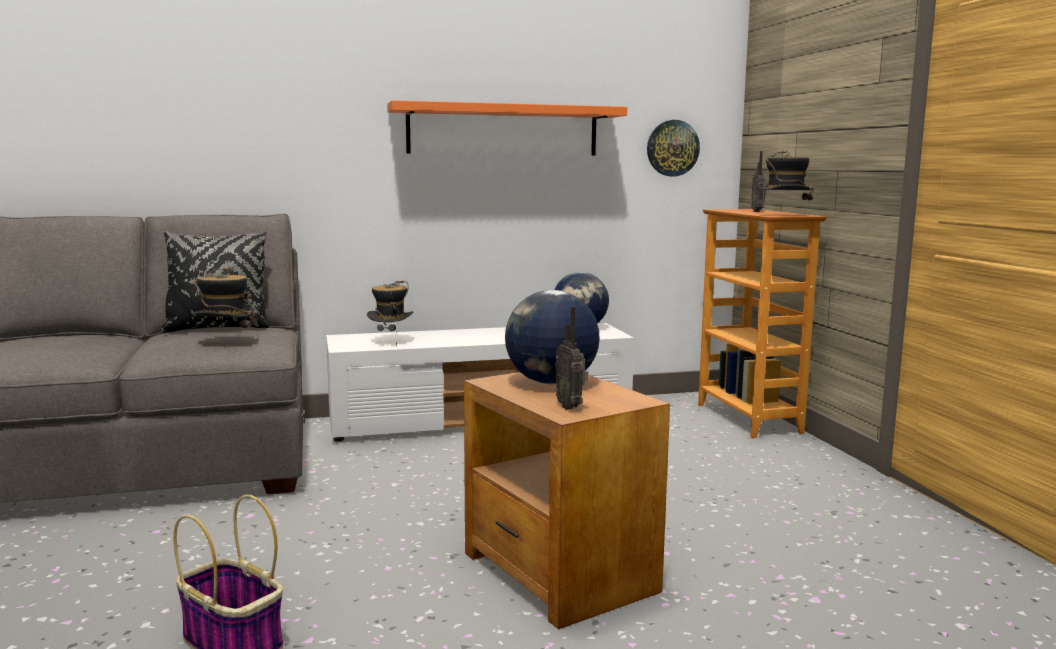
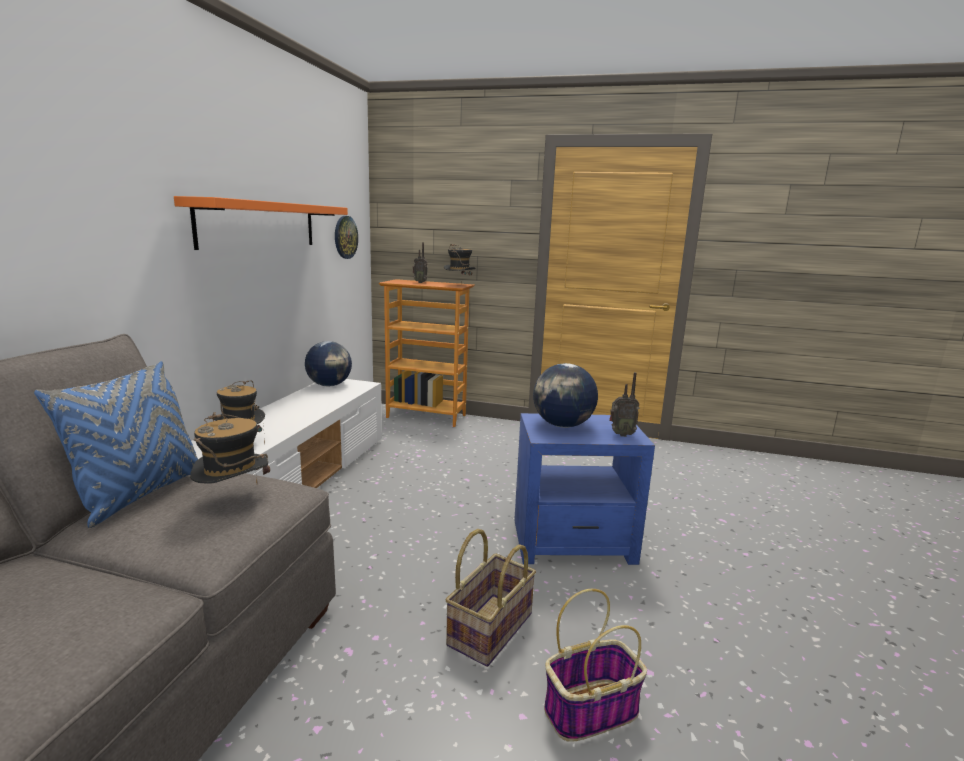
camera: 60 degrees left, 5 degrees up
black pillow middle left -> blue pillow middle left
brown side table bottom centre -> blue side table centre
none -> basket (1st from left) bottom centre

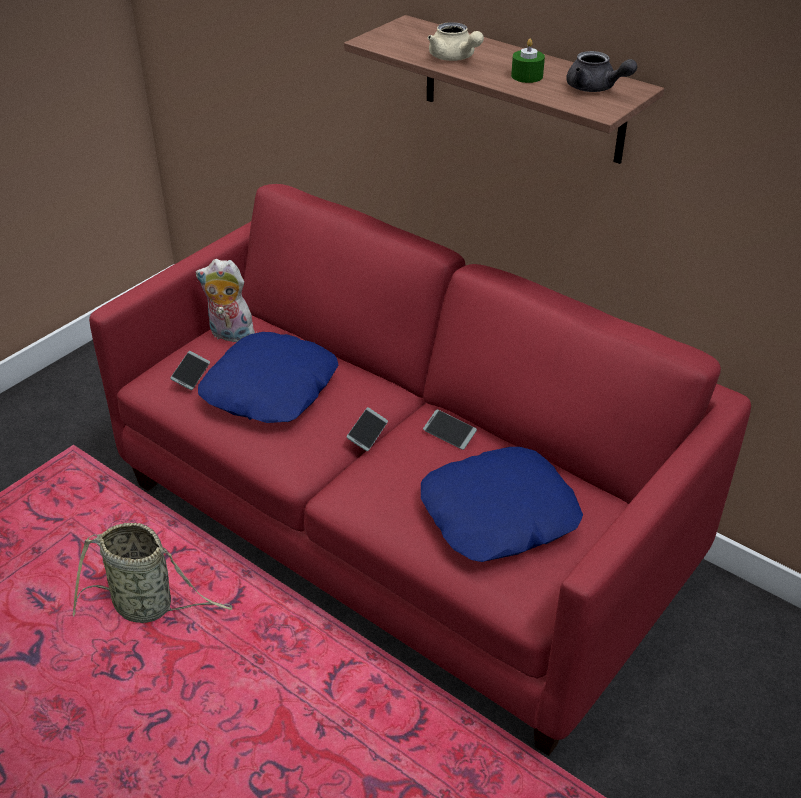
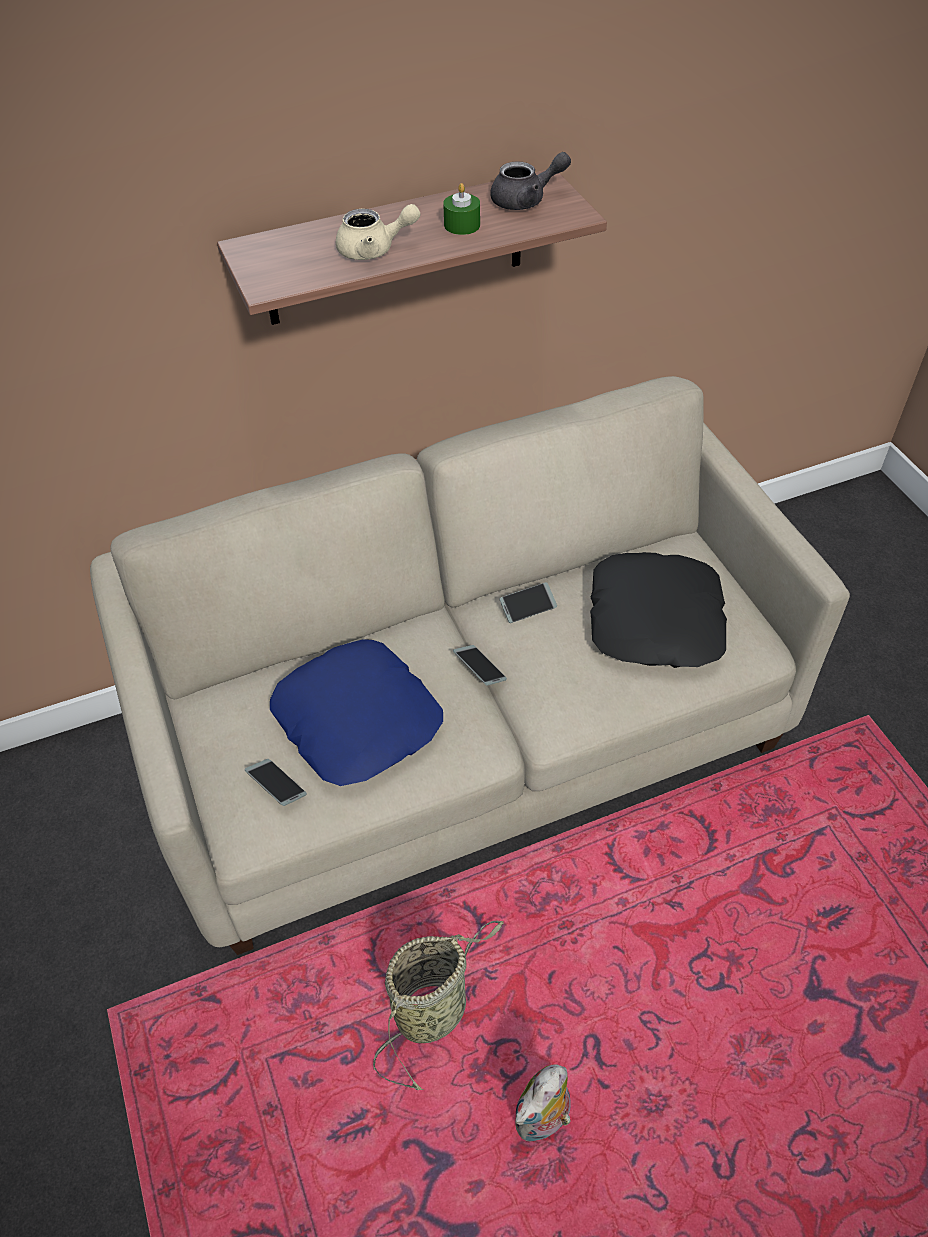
camera: 60 degrees left, 10 degrees up
red sofa centre -> beige sofa centre
plush toy middle left -> plush toy bottom centre, moved
blue pillow (2nd from left) centre -> black pillow middle right

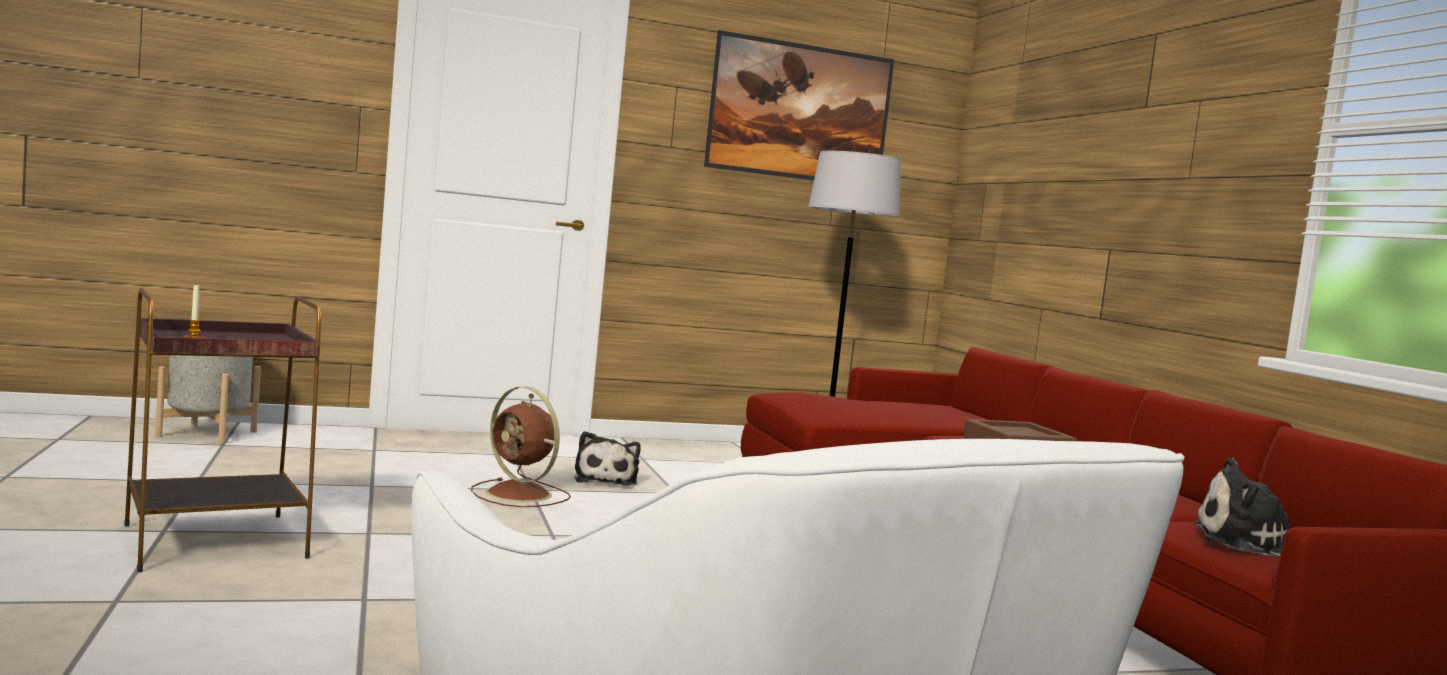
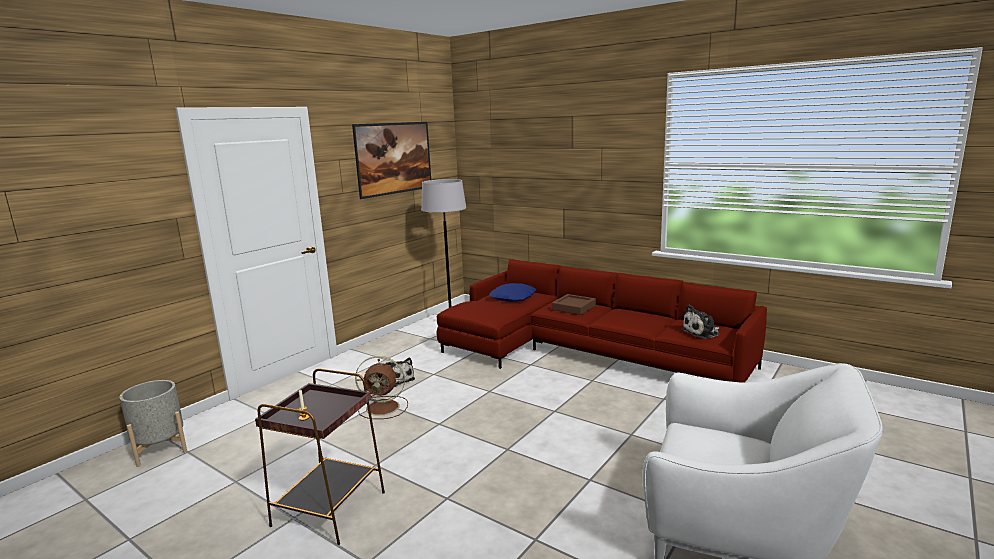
camera: 35 degrees left, 10 degrees up
none -> blue pillow centre

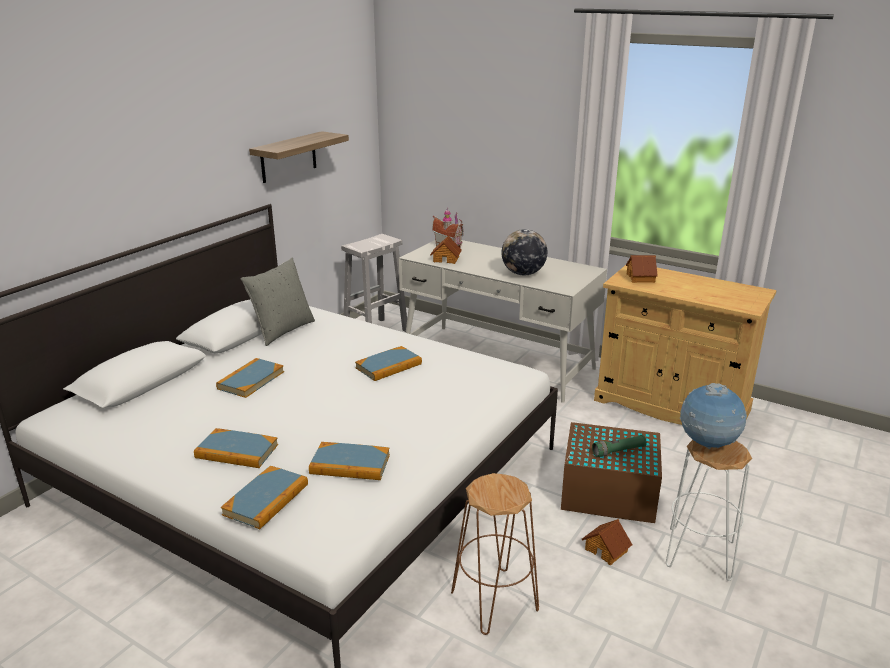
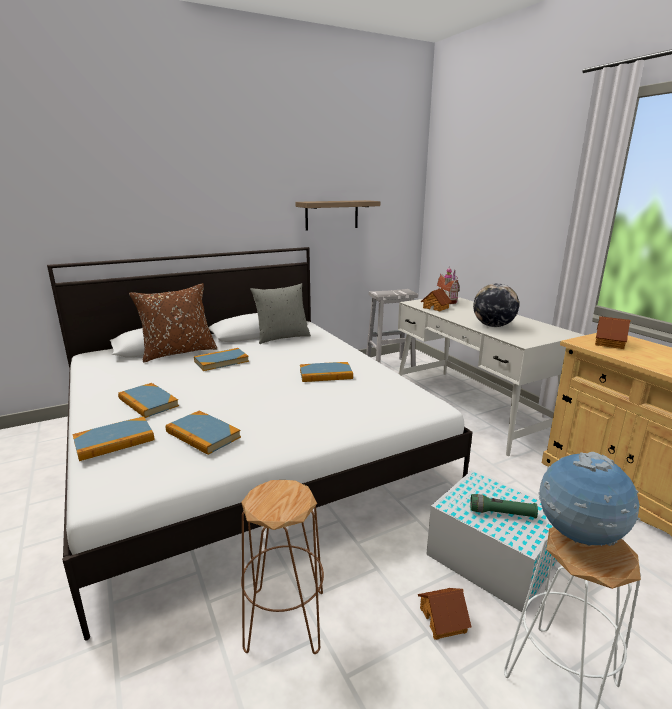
camera: 30 degrees right, 5 degrees down
brown storage box bottom right -> white storage box bottom right
none -> brown pillow middle left

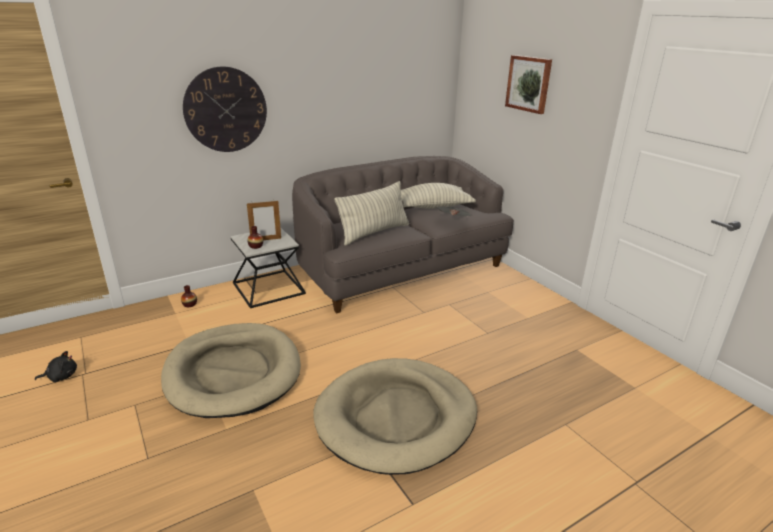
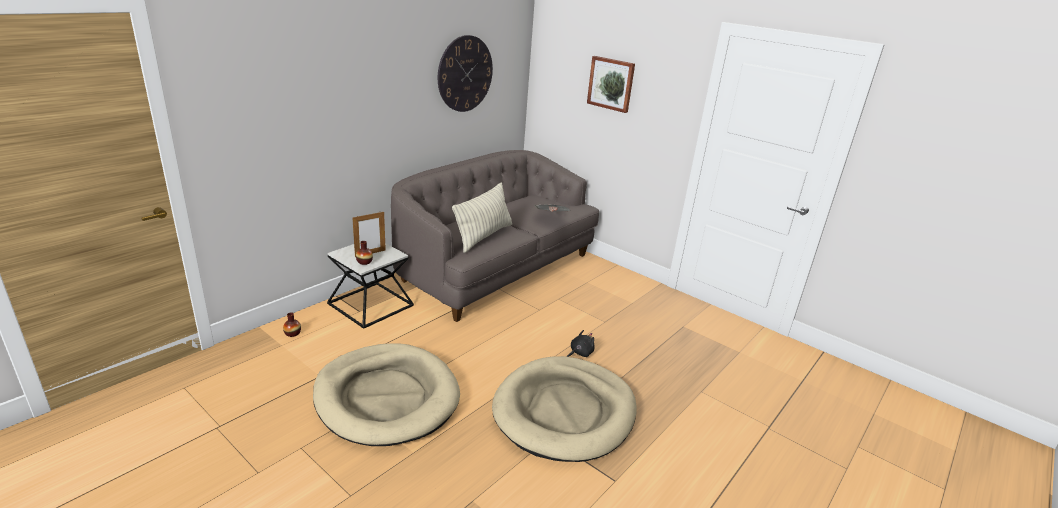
camera: 20 degrees left, 0 degrees up
wall clock top left -> wall clock top centre, moved
pillow (2nd from left) centre -> none
black plush toy bottom left -> black plush toy bottom centre, moved

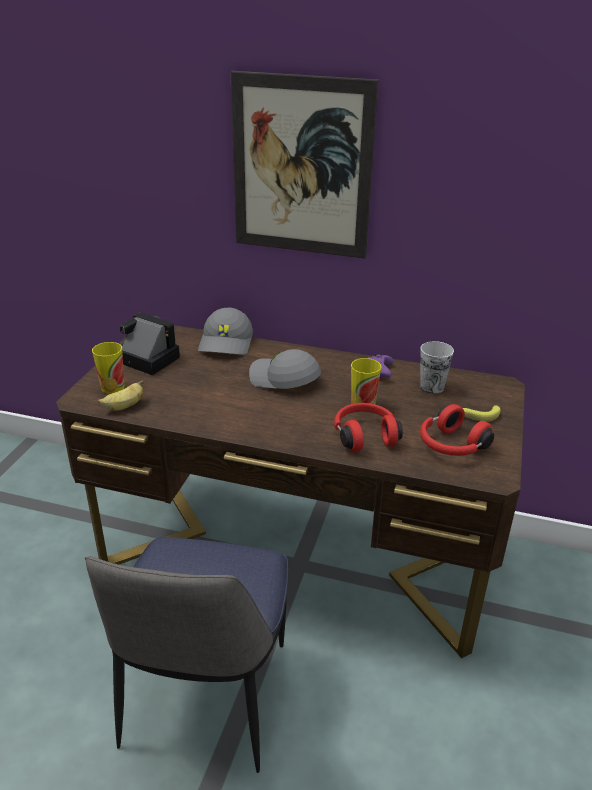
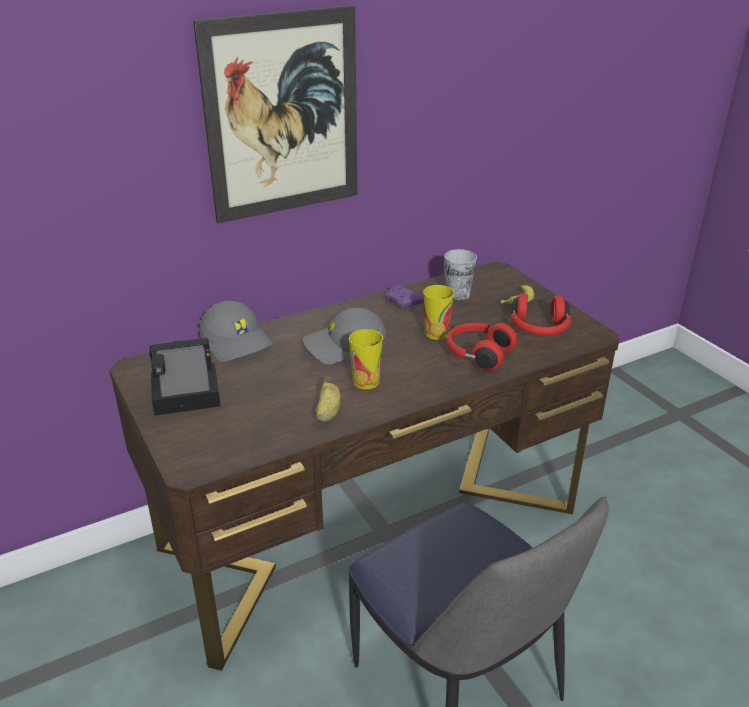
camera: 45 degrees left, 0 degrees up
cup (1st from left) middle left -> cup (1st from left) centre, moved
banana (1st from left) middle left -> banana (1st from left) centre, moved

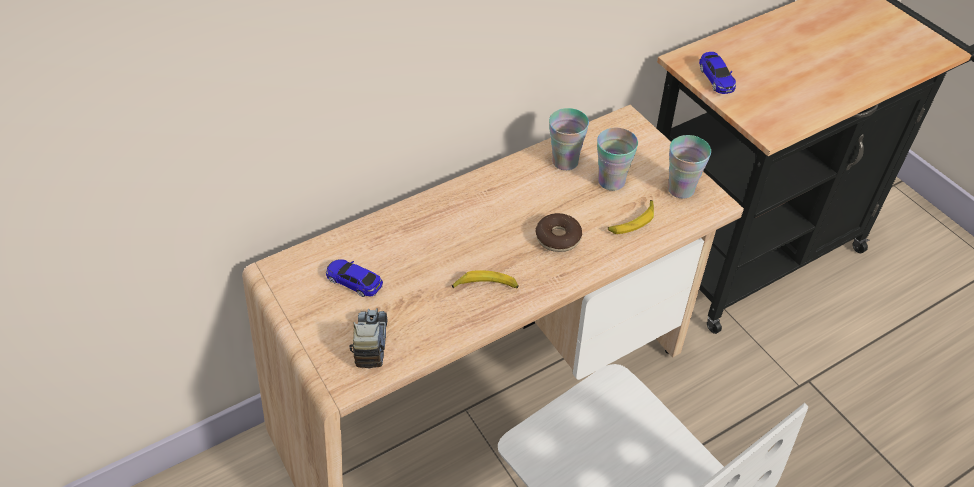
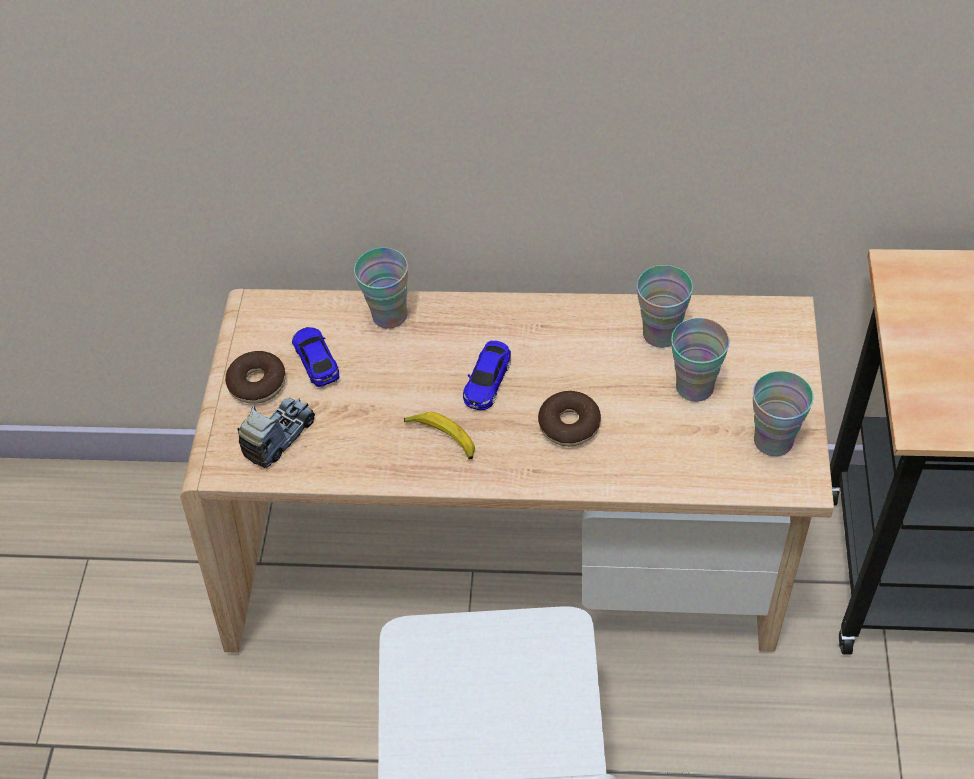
camera: 40 degrees right, 5 degrees up
toy car (2nd from left) top right -> toy car (2nd from left) centre, moved
banana (2nd from left) centre -> none
none -> cup (1st from left) centre
none -> donut (1st from left) middle left

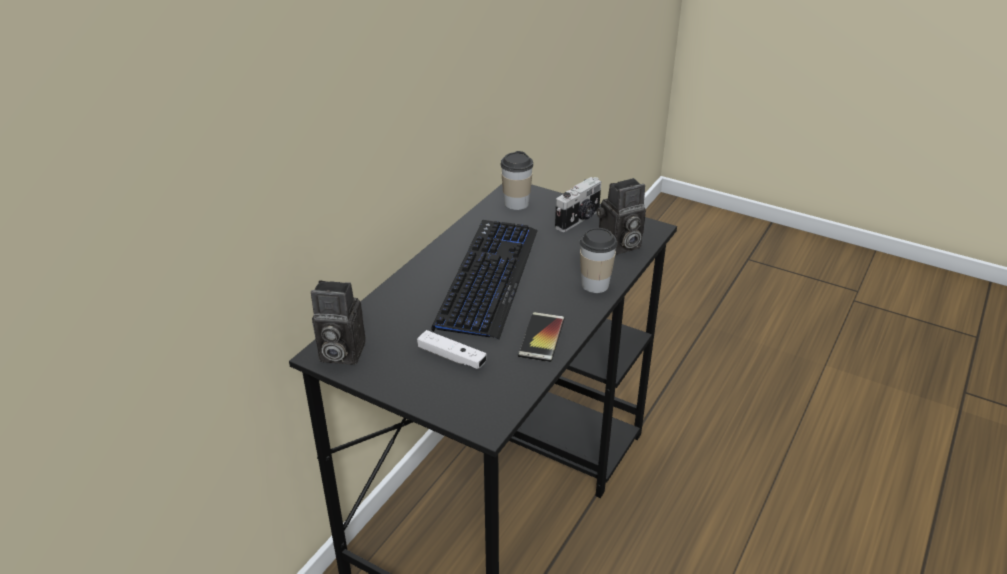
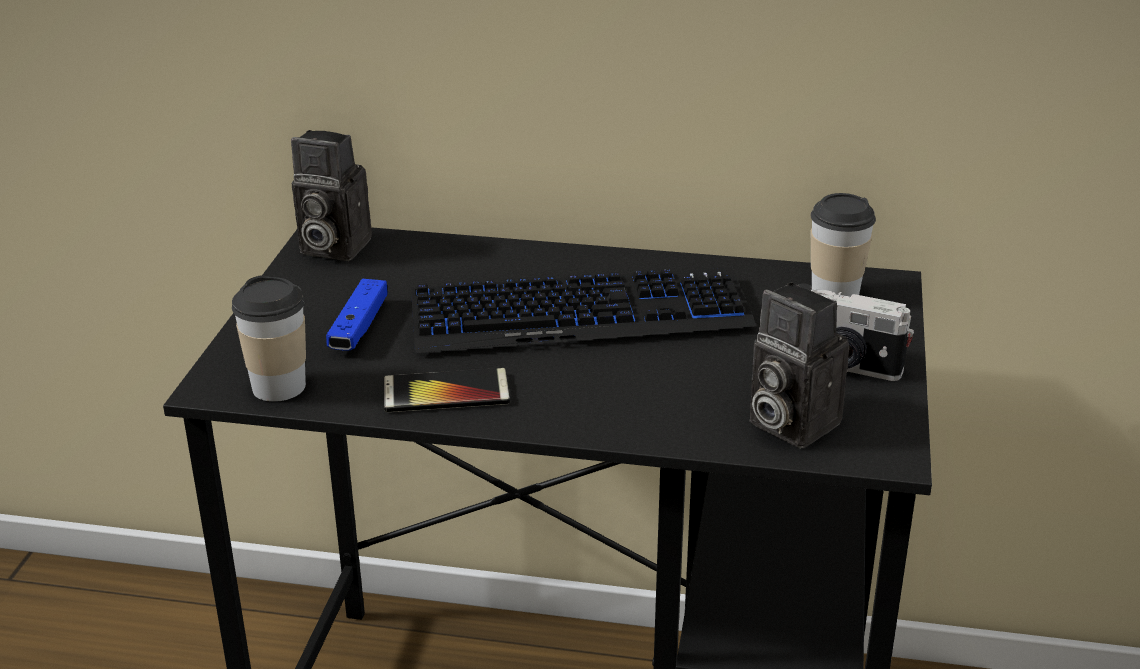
camera: 70 degrees right, 5 degrees down
cup (2nd from left in the first image) centre -> cup (1st from left) middle left, moved
photo camera (1st from left) centre -> photo camera (1st from left) top left, 60 degrees counterclockwise
white game controller centre -> blue game controller middle left

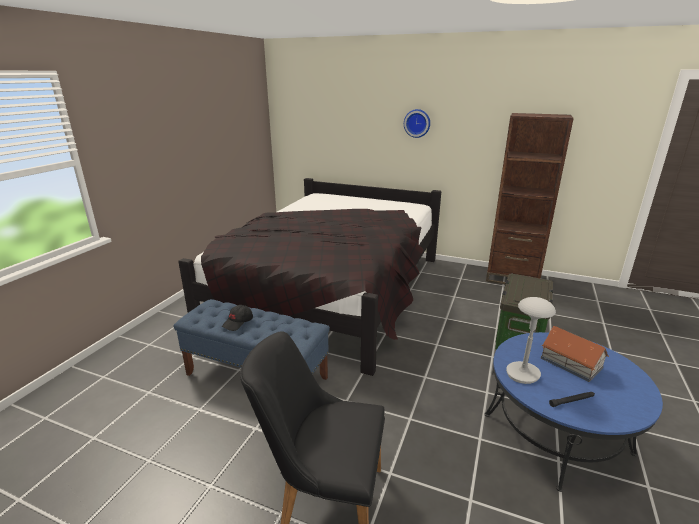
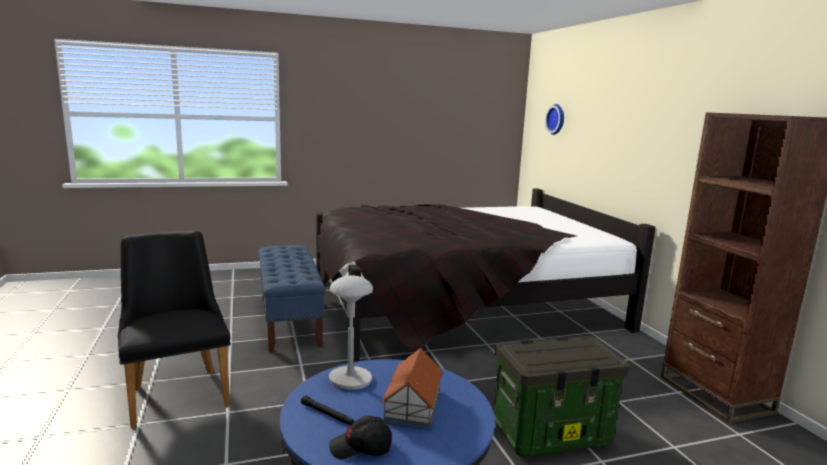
camera: 50 degrees right, 10 degrees down
wall clock top centre -> wall clock top right, moved
black cap centre -> black cap bottom centre, moved

